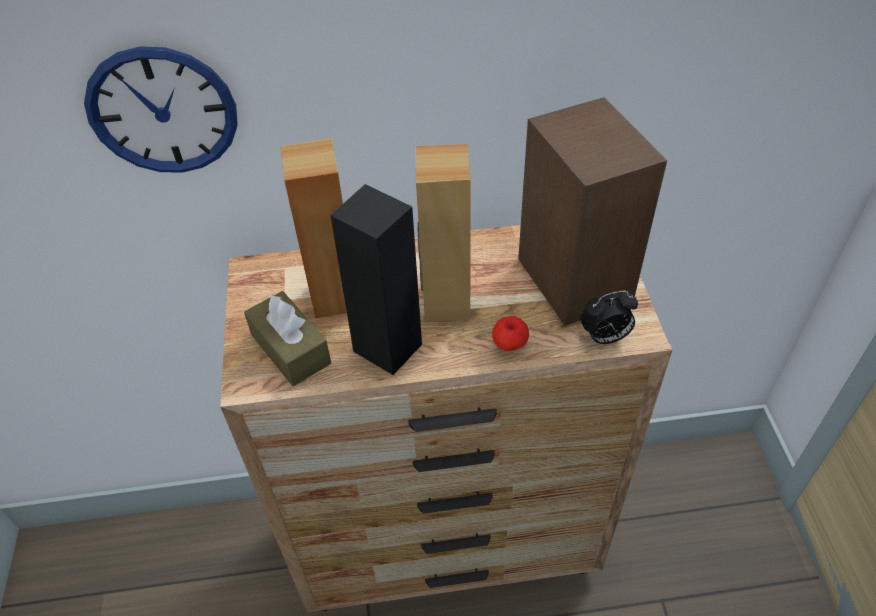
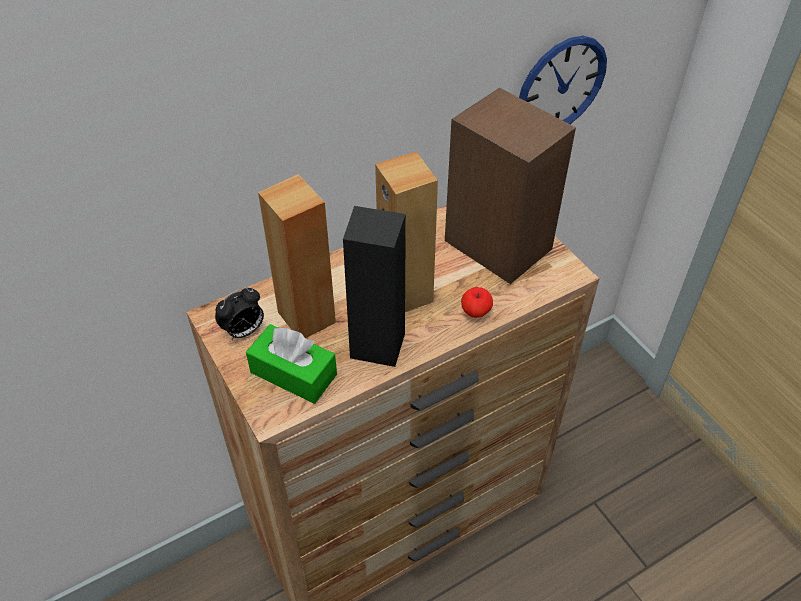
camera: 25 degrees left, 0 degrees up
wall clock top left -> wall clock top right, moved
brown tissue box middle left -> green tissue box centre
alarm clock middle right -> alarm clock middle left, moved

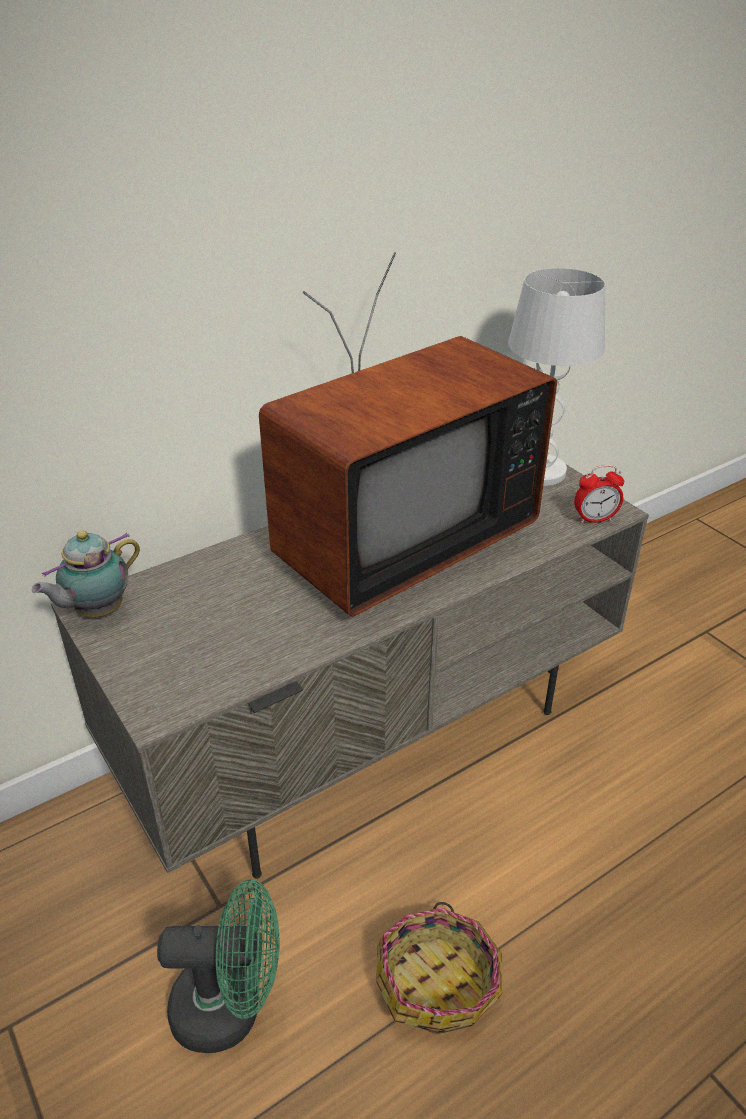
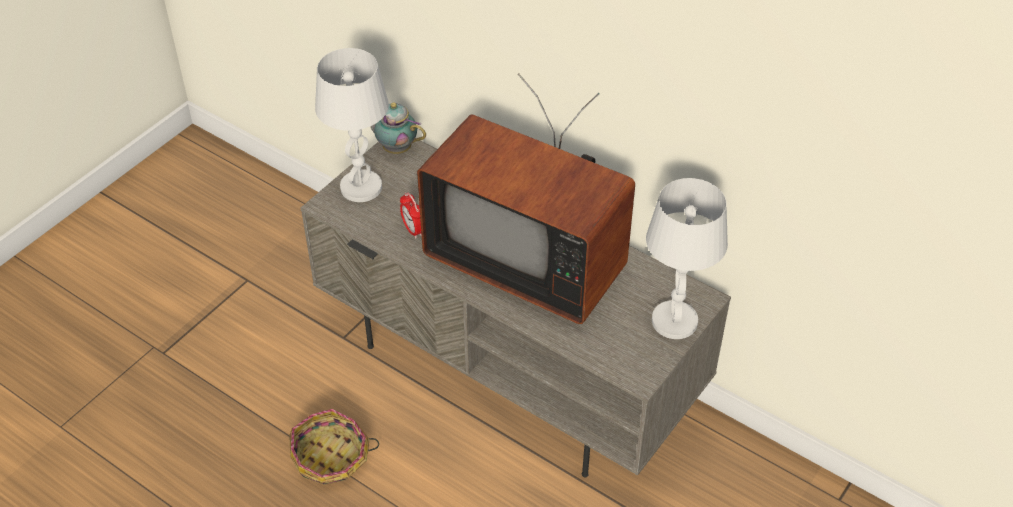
camera: 70 degrees right, 10 degrees up
alarm clock middle right -> alarm clock centre, moved
green fan bottom left -> none
none -> white table lamp (1st from left) top centre

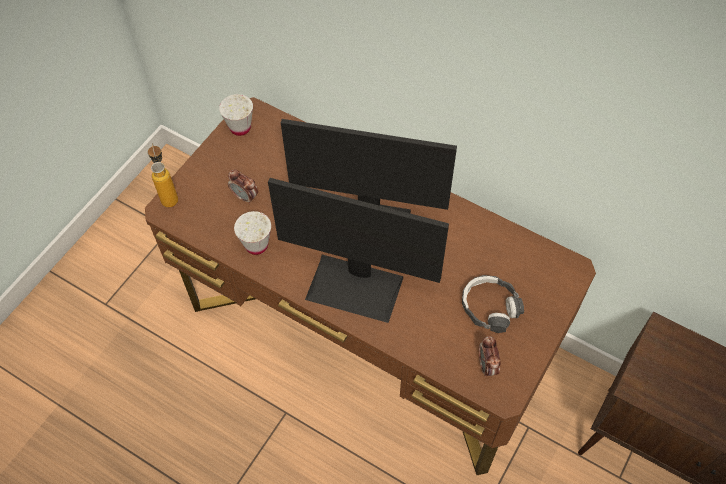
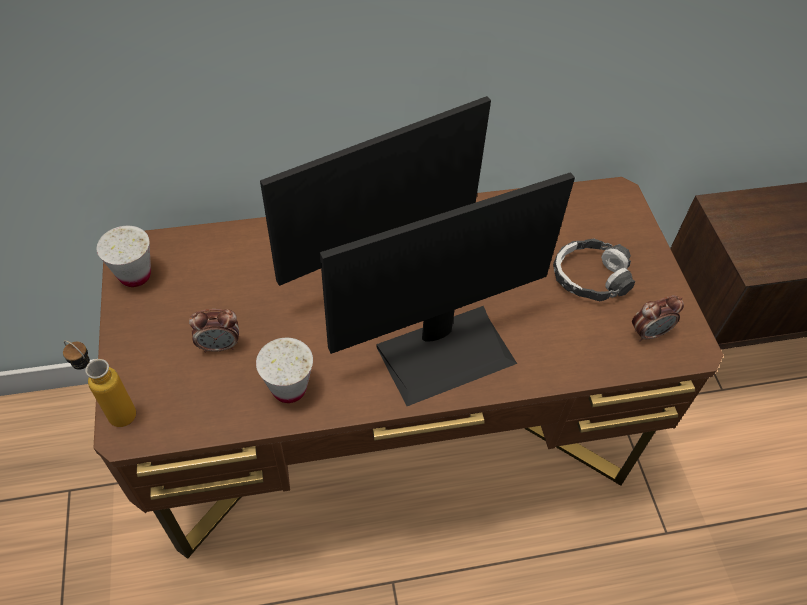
camera: 45 degrees left, 5 degrees down
alarm clock (2nd from left) bottom right -> alarm clock (2nd from left) middle right, 60 degrees counterclockwise

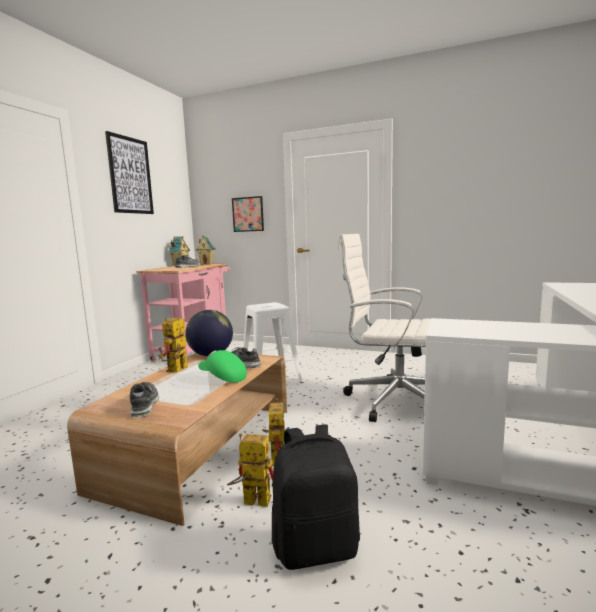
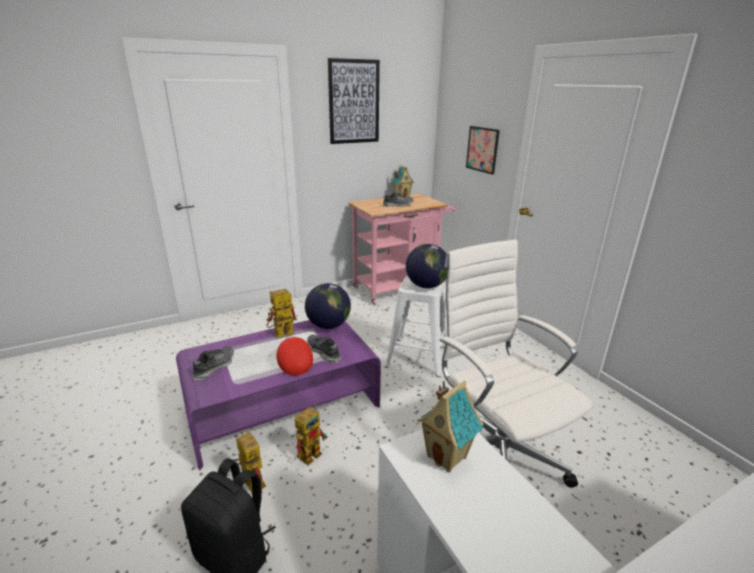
camera: 40 degrees right, 15 degrees up
toy house (2nd from left) centre -> toy house (2nd from left) bottom centre, moved
green cap centre -> red cap centre
brown coffee table bottom left -> purple coffee table bottom centre
none -> globe (2nd from left) centre

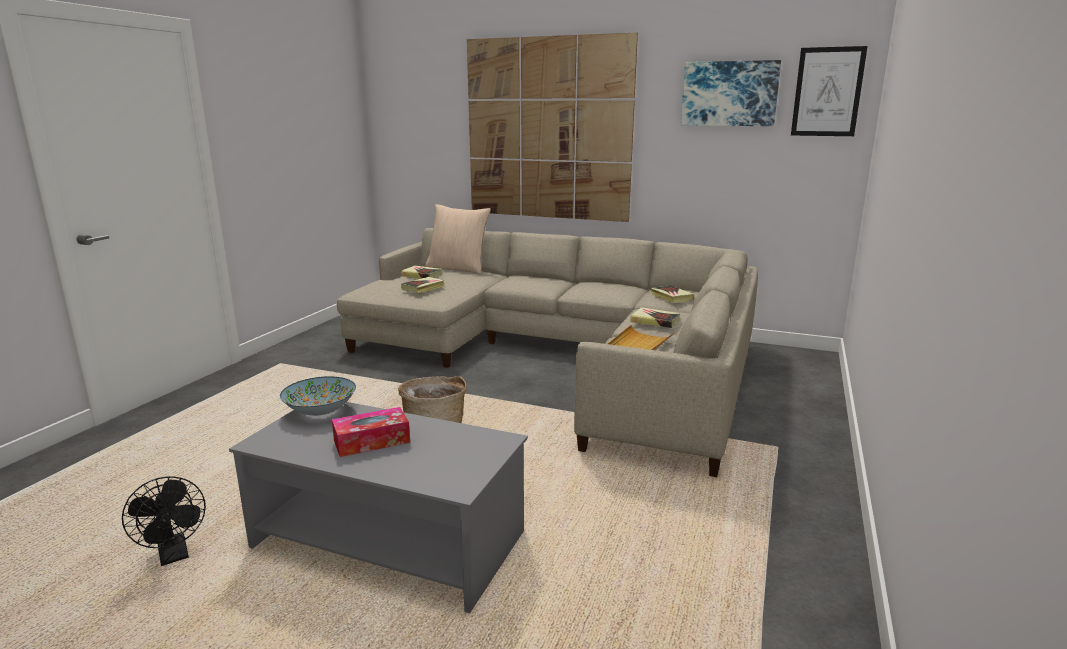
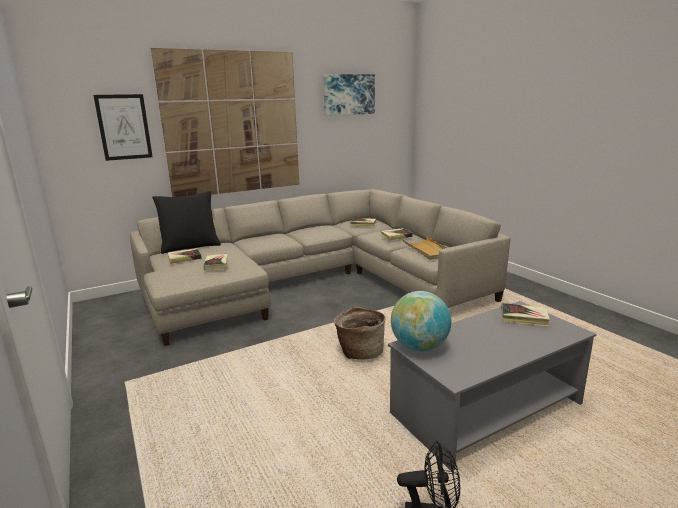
camera: 50 degrees left, 0 degrees up
picture (3rd from left in the first image) top right -> picture (1st from left) top left, moved
beige pillow centre -> black pillow middle left
bowl middle left -> globe centre
tissue box centre -> none
none -> book (5th from left) middle right

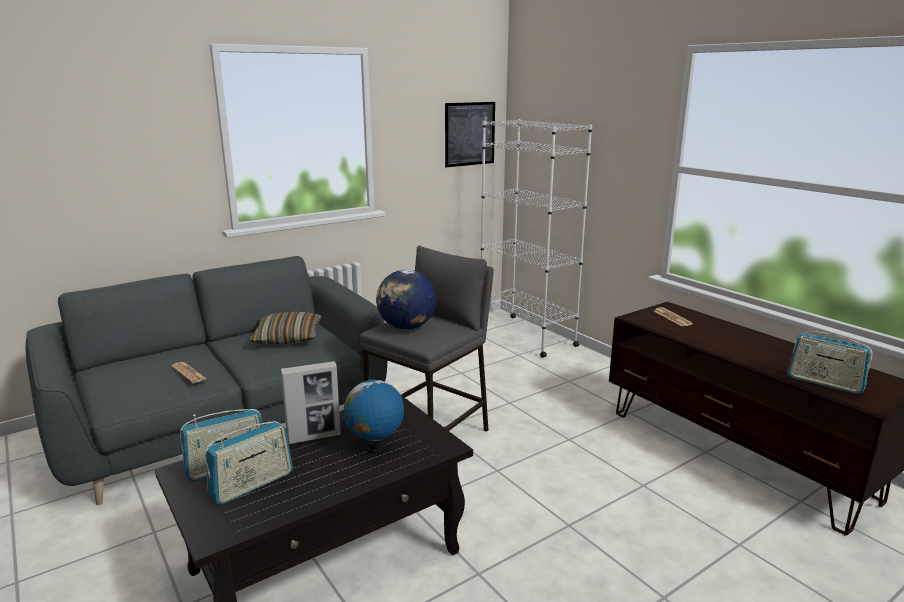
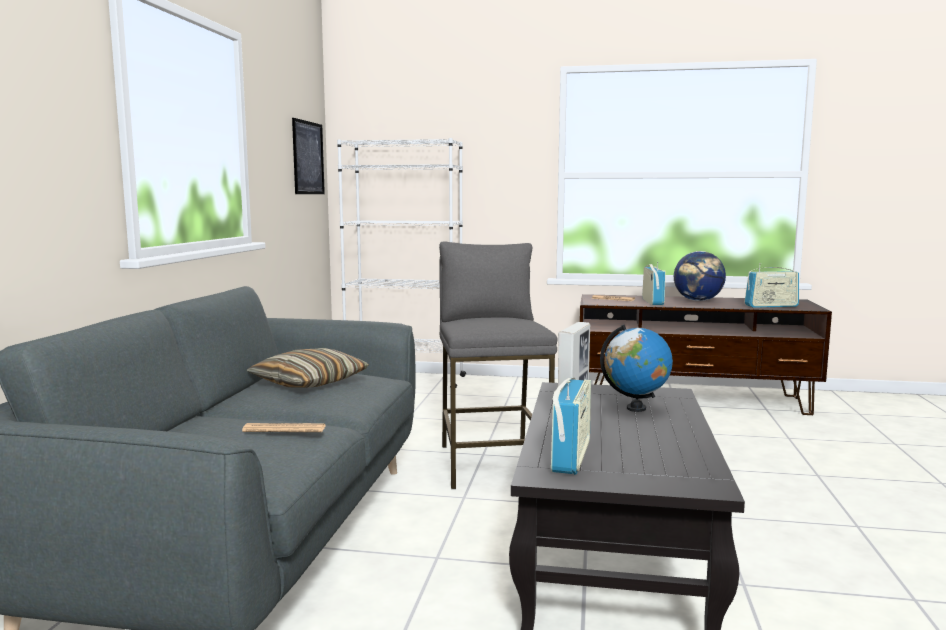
camera: 45 degrees left, 10 degrees down
globe (2nd from left) centre -> globe (2nd from left) middle right, moved
radio (2nd from left) bottom left -> radio (2nd from left) middle right, moved

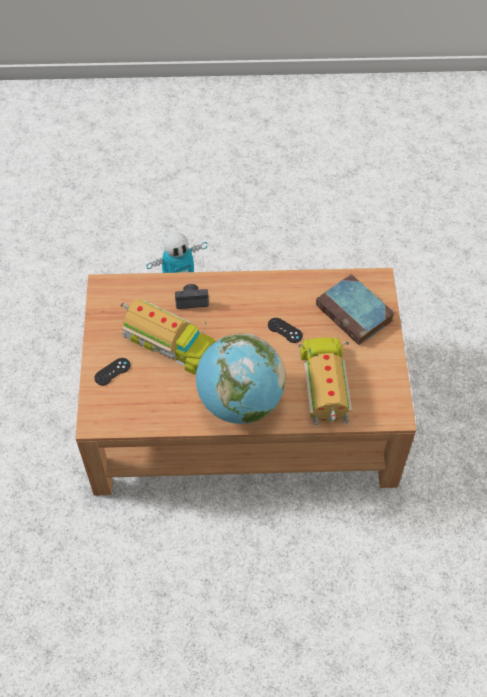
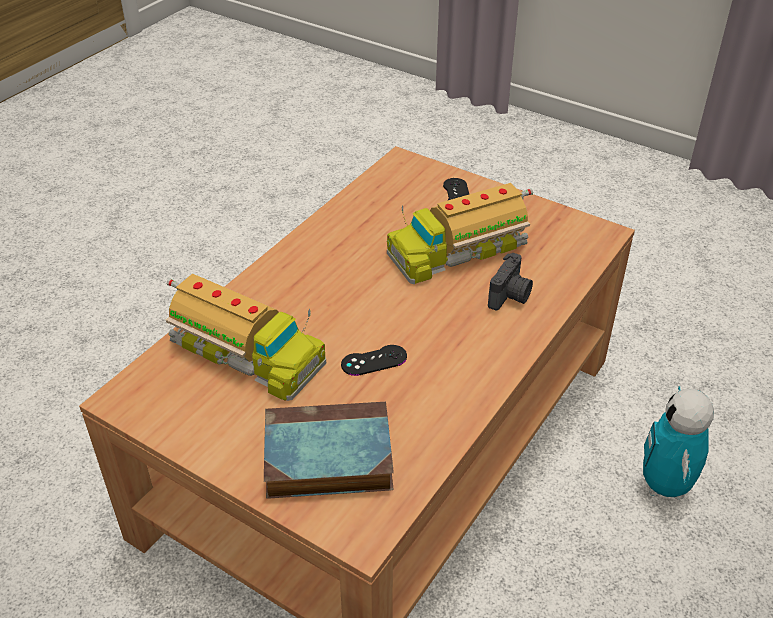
camera: 125 degrees right, 15 degrees down
globe centre -> none

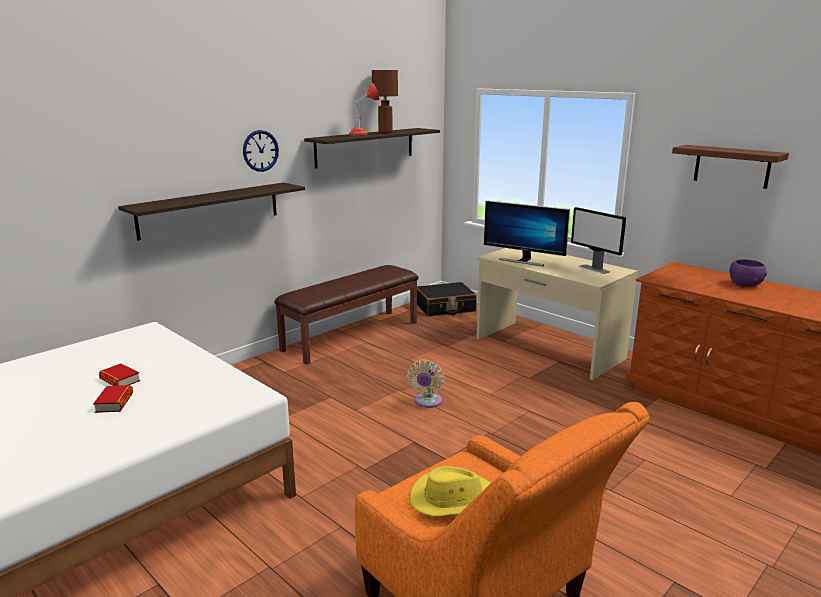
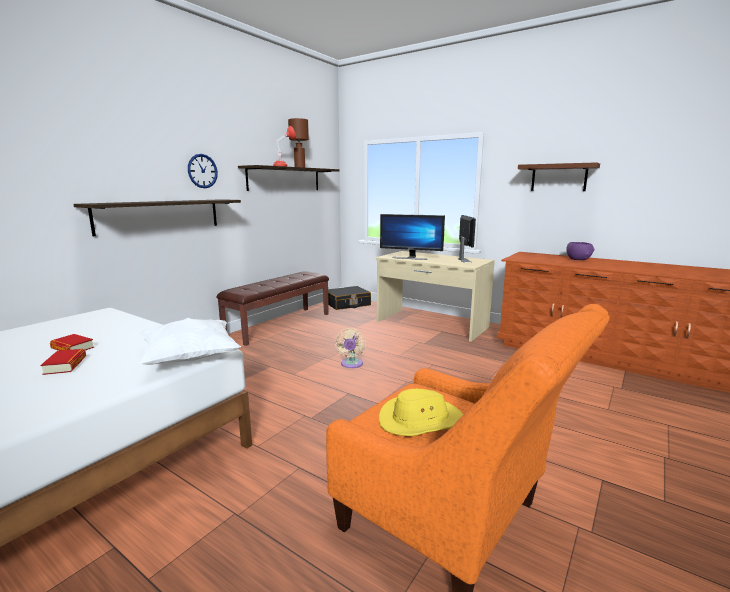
camera: 10 degrees left, 5 degrees down
monitor (2nd from left) middle right -> monitor (2nd from left) centre, 135 degrees counterclockwise
none -> white pillow middle left

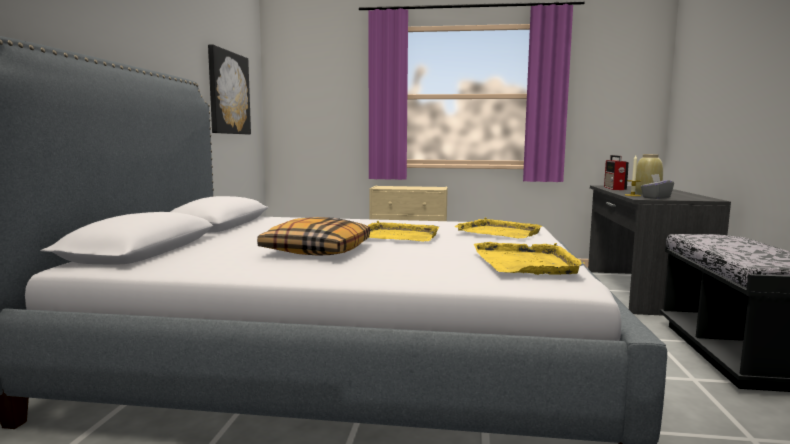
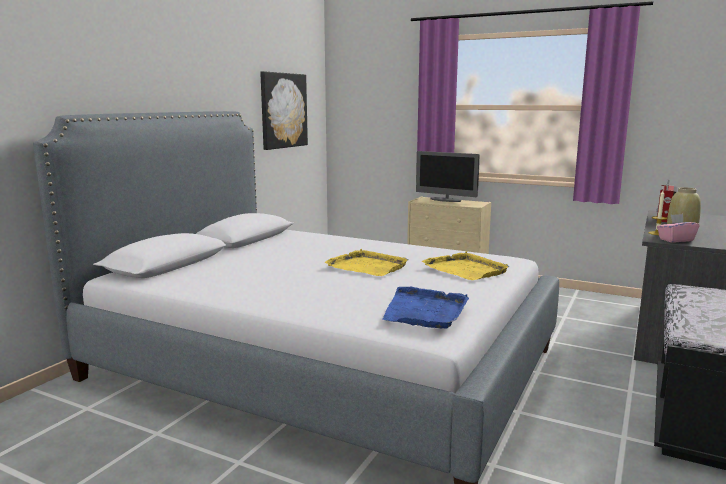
camera: 20 degrees right, 5 degrees up
grey tissue box middle right -> pink tissue box middle right
pillow centre -> none
yellow tray (3rd from left) middle right -> blue tray centre
none -> monitor centre

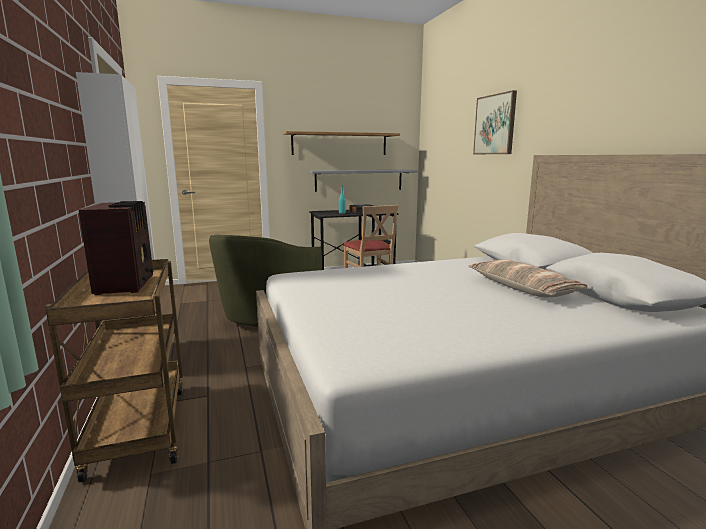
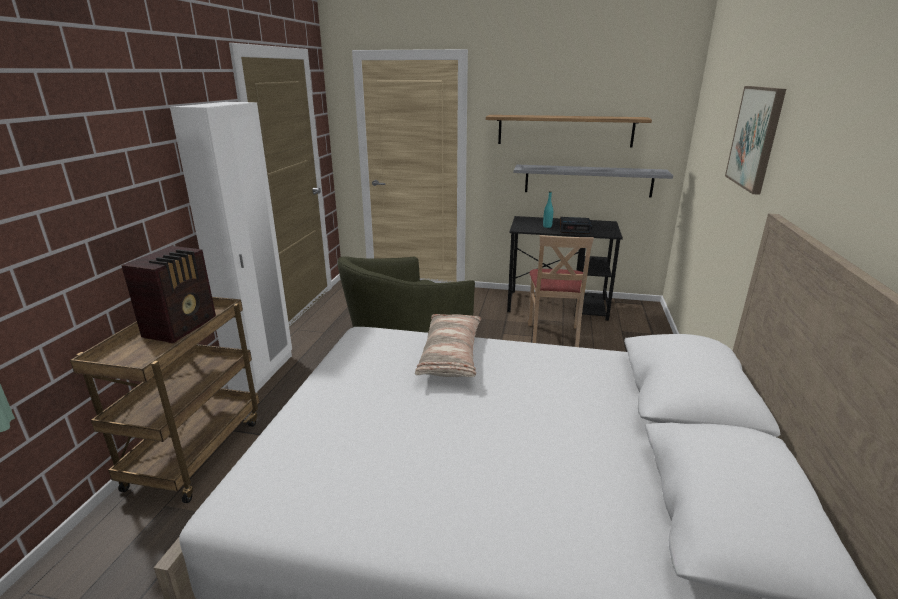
camera: 30 degrees right, 10 degrees up
pillow middle right -> pillow centre, moved

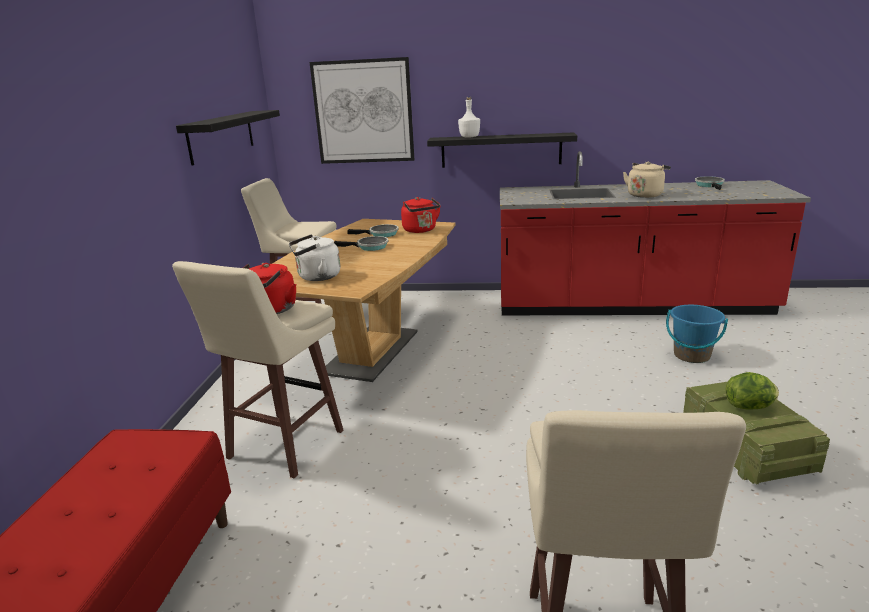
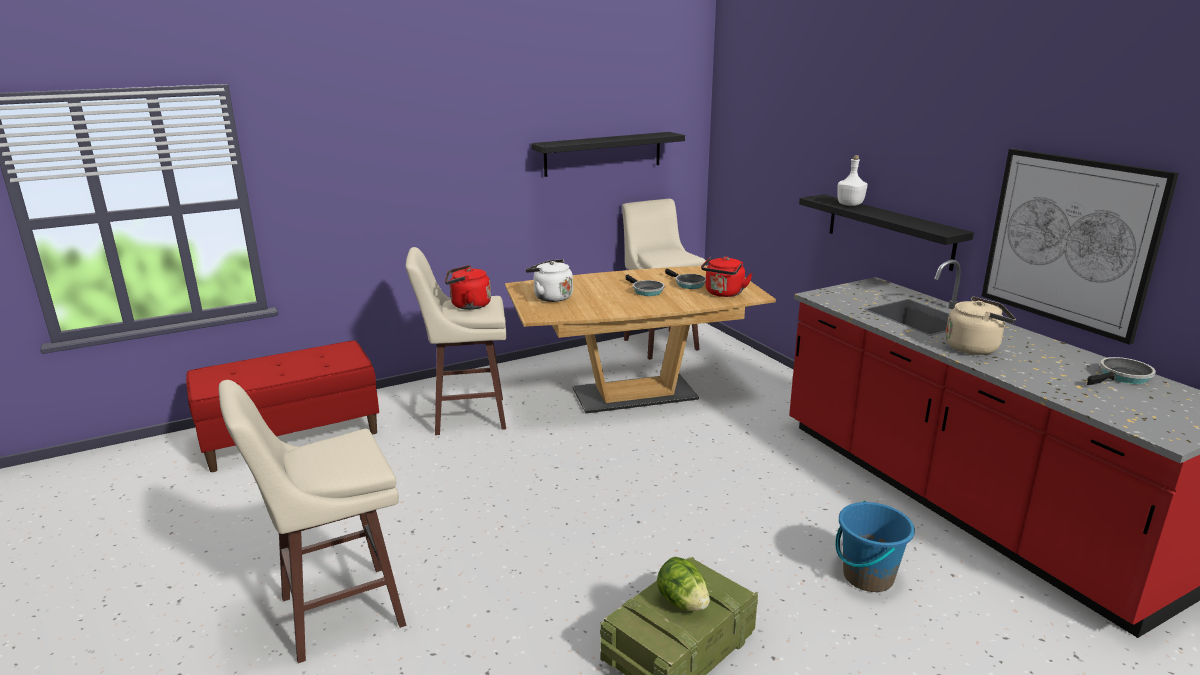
camera: 55 degrees right, 0 degrees up
picture top centre -> picture middle right, moved

